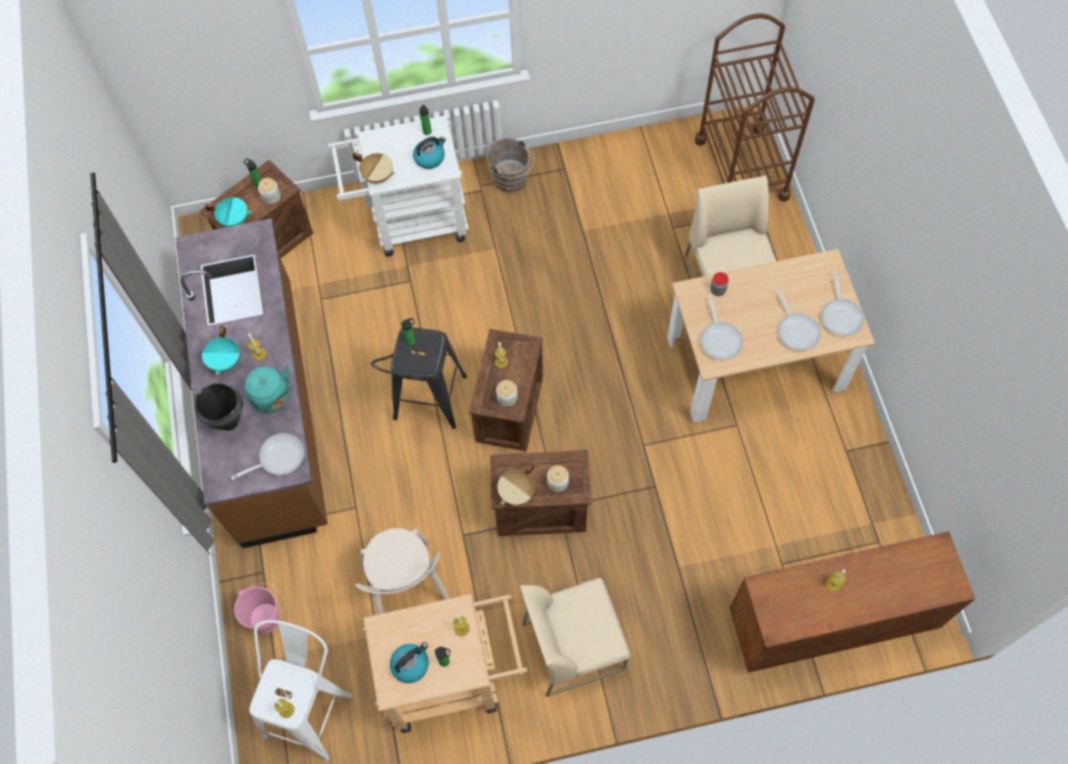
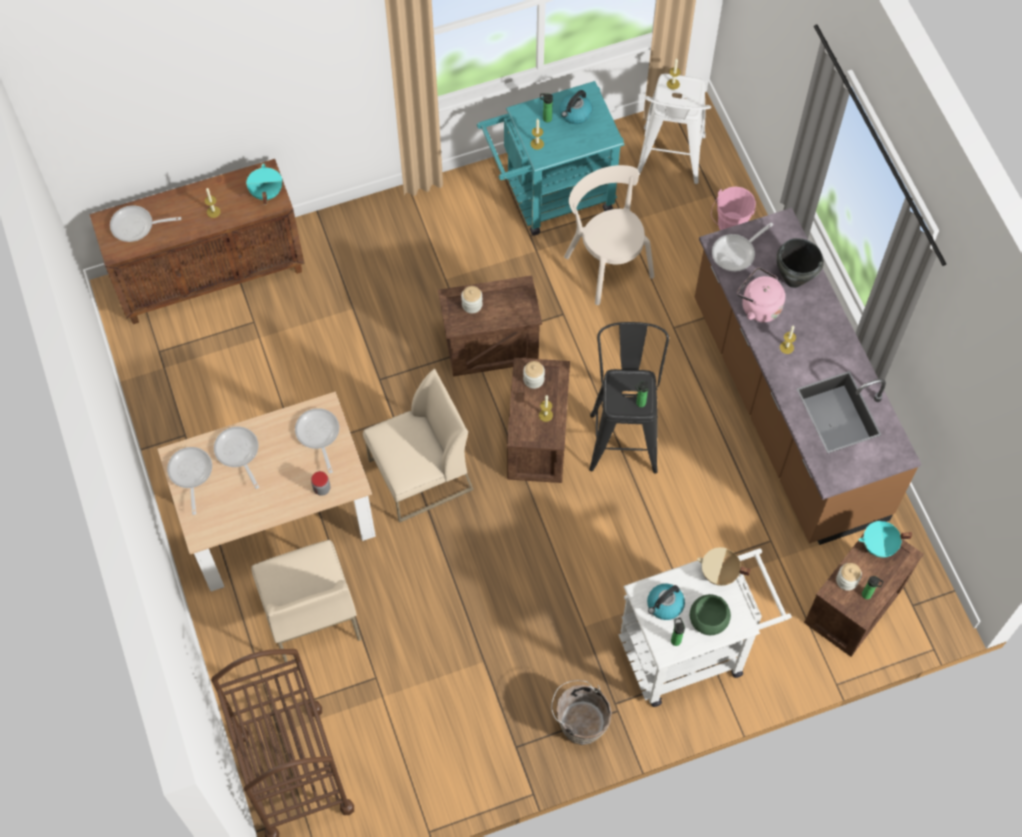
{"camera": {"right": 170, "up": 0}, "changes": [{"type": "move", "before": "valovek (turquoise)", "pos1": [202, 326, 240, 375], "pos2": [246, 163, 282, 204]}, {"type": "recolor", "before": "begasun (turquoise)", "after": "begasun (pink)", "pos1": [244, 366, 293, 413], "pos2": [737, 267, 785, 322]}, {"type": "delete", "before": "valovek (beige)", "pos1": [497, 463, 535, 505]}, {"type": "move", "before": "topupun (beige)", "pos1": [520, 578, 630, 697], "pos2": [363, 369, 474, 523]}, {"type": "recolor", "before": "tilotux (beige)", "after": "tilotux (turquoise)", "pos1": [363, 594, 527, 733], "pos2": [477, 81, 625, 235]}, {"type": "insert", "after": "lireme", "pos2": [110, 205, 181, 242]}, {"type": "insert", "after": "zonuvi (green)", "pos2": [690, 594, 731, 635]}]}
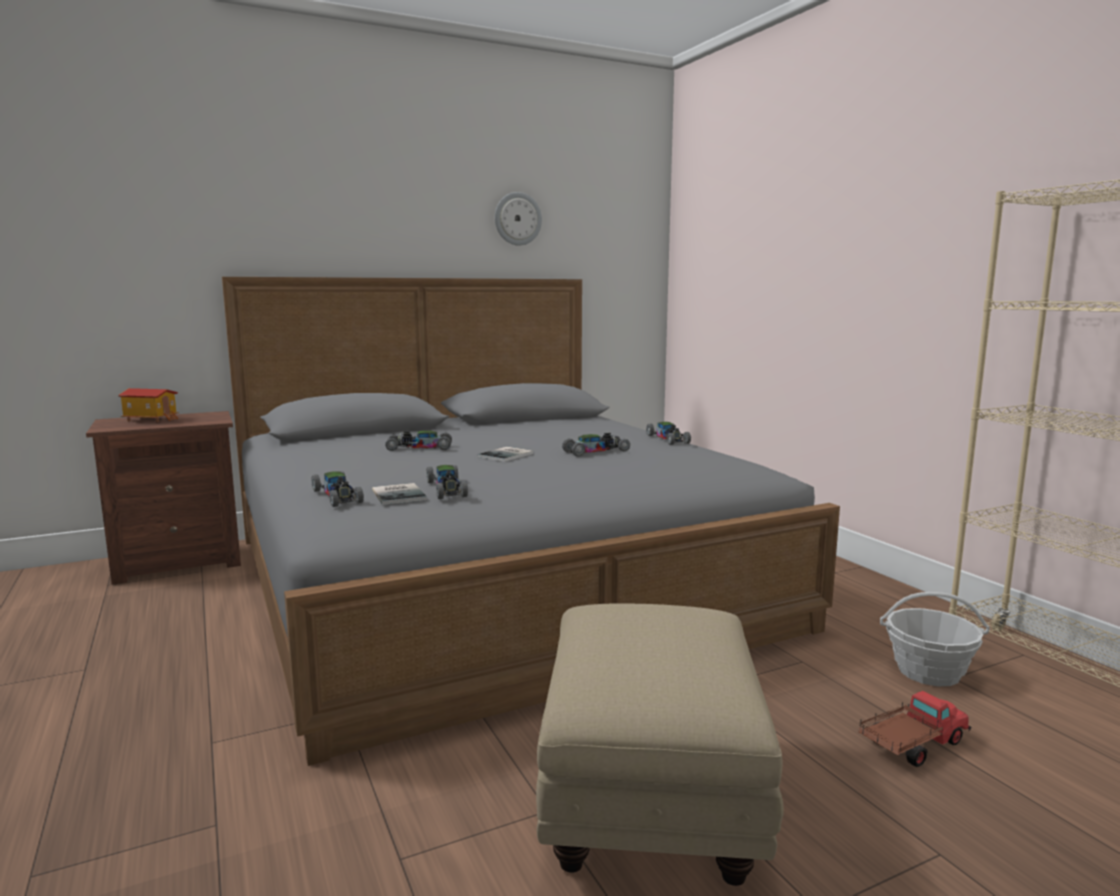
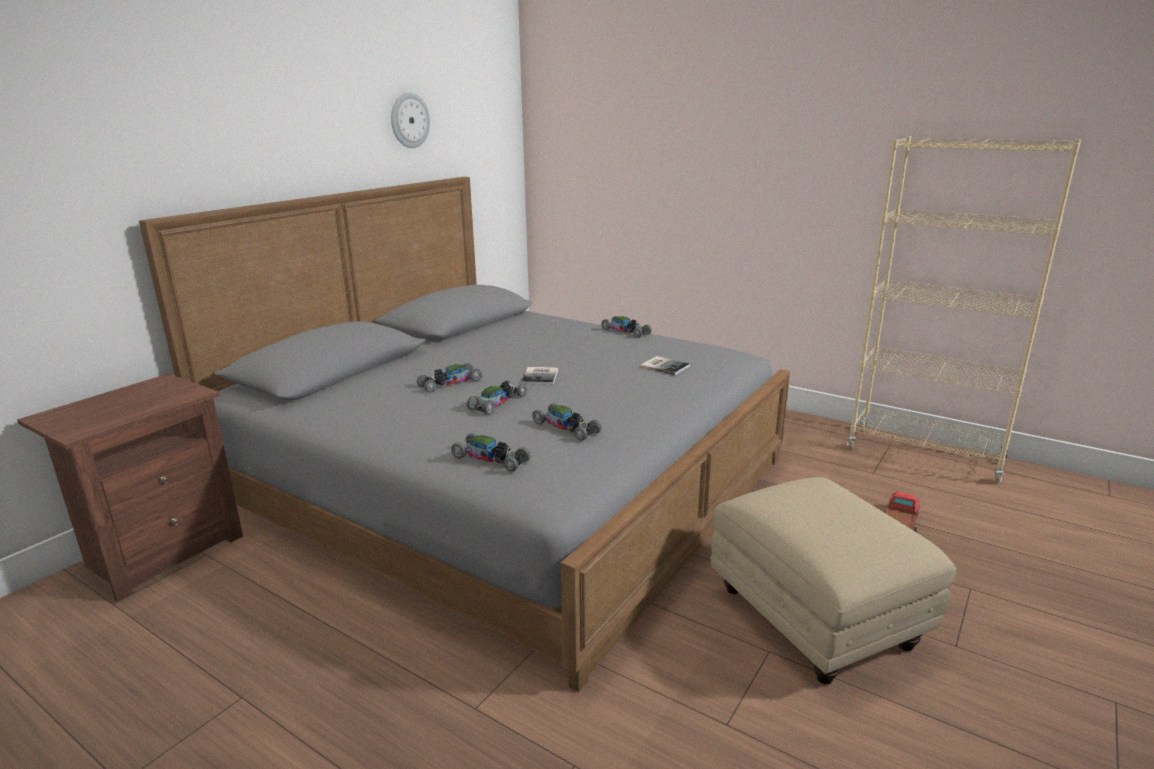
{"camera": {"right": -30, "up": 10}, "changes": [{"type": "delete", "before": "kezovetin", "pos1": [118, 388, 179, 423]}, {"type": "move", "before": "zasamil", "pos1": [562, 433, 630, 457], "pos2": [467, 380, 527, 415]}, {"type": "move", "before": "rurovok", "pos1": [372, 483, 427, 505], "pos2": [641, 356, 690, 375]}, {"type": "delete", "before": "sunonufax", "pos1": [880, 592, 990, 686]}]}
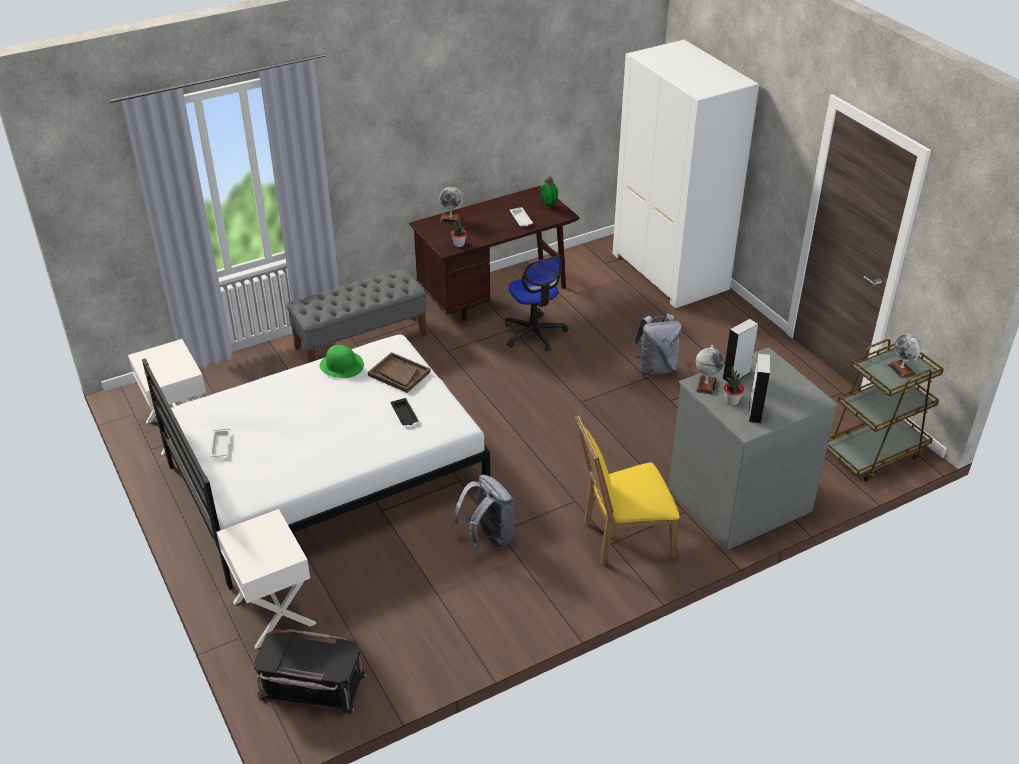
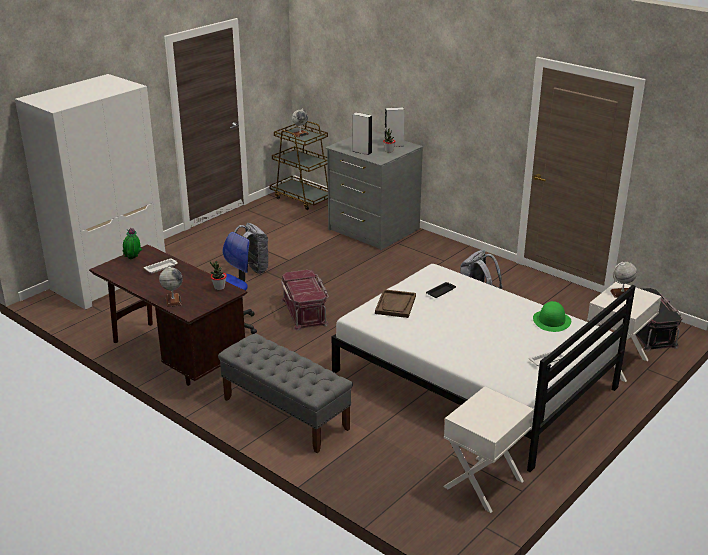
{"camera": {"right": -110, "up": -10}, "changes": [{"type": "move", "before": "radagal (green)", "pos1": [320, 345, 364, 378], "pos2": [533, 301, 571, 332]}, {"type": "move", "before": "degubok", "pos1": [696, 345, 724, 395], "pos2": [610, 262, 637, 298]}, {"type": "delete", "before": "topupun (yellow)", "pos1": [575, 415, 680, 565]}, {"type": "insert", "after": "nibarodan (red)", "pos2": [281, 270, 329, 331]}]}
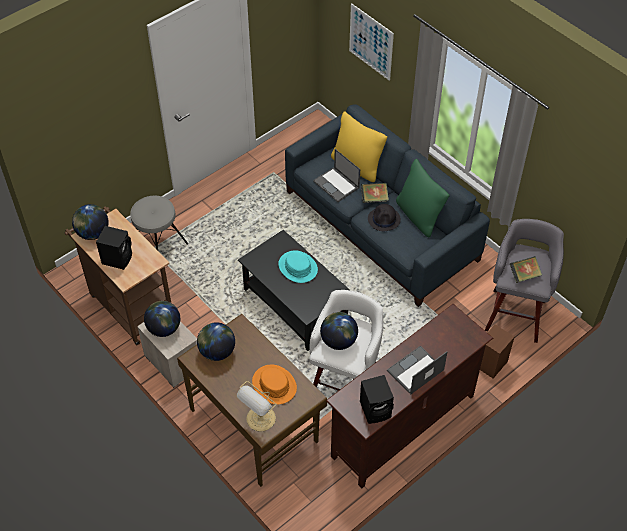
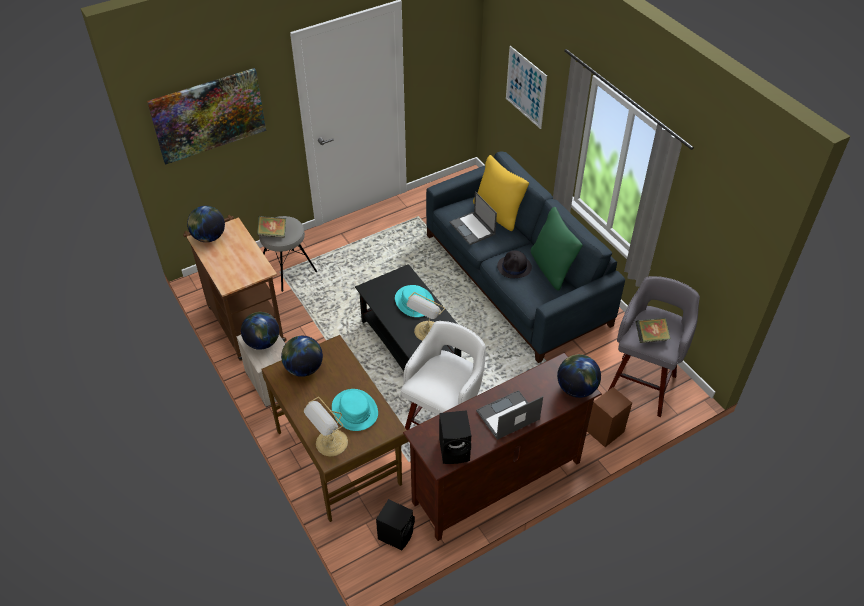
{"camera": {"right": 10, "up": -5}, "changes": [{"type": "move", "before": "rurovok", "pos1": [361, 183, 389, 203], "pos2": [257, 216, 286, 238]}, {"type": "move", "before": "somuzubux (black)", "pos1": [96, 226, 132, 270], "pos2": [376, 499, 415, 551]}, {"type": "move", "before": "degubok", "pos1": [320, 312, 358, 350], "pos2": [557, 354, 601, 398]}, {"type": "recolor", "before": "radagal (orange)", "after": "radagal (turquoise)", "pos1": [252, 365, 297, 404], "pos2": [332, 389, 378, 431]}, {"type": "insert", "after": "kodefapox", "pos2": [147, 68, 266, 165]}, {"type": "insert", "after": "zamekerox", "pos2": [407, 292, 445, 341]}]}
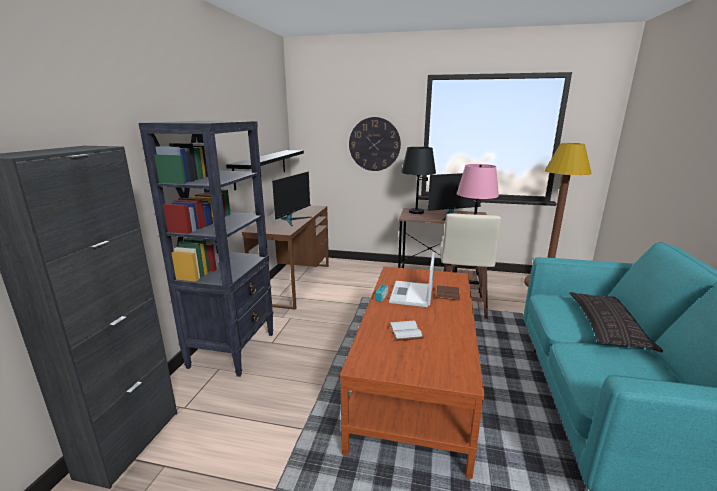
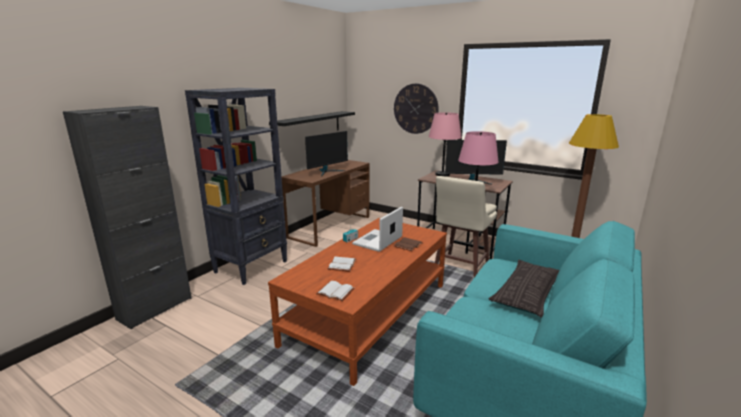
{"camera": {"right": 20, "up": 0}, "changes": [{"type": "recolor", "before": "zamekerox (black)", "after": "zamekerox (pink)", "pos1": [401, 147, 436, 214], "pos2": [429, 112, 462, 177]}, {"type": "insert", "after": "rurovok (white)", "pos2": [316, 281, 355, 301]}]}
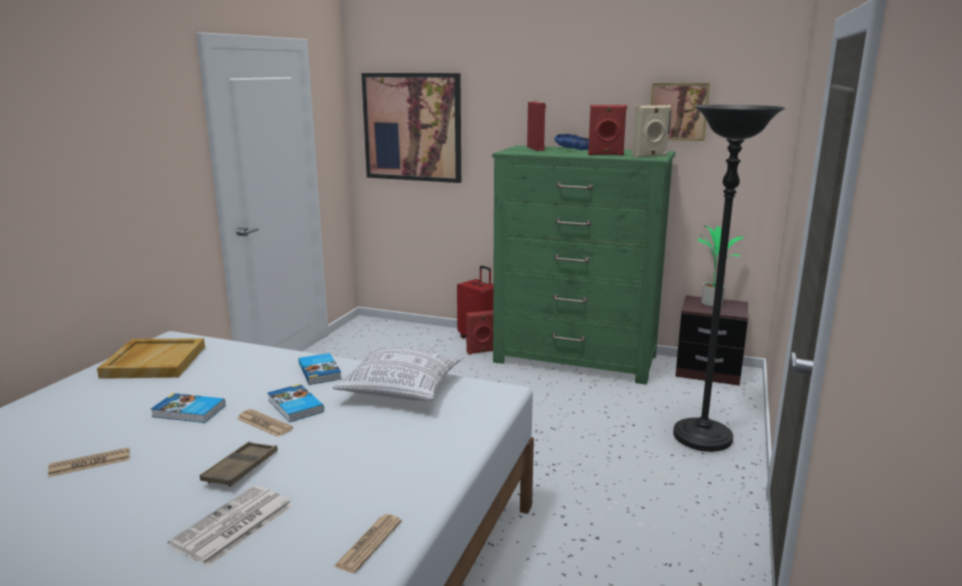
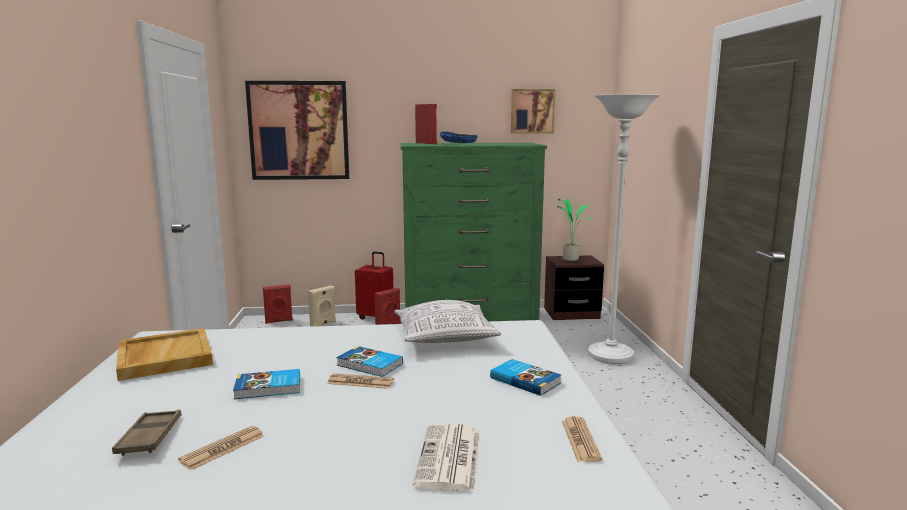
{"camera": {"right": -25, "up": -5}, "changes": [{"type": "move", "before": "somuzubux (red)", "pos1": [588, 105, 627, 155], "pos2": [263, 284, 293, 324]}, {"type": "move", "before": "somuzubux (beige)", "pos1": [632, 105, 671, 158], "pos2": [308, 286, 336, 327]}, {"type": "recolor", "before": "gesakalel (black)", "after": "gesakalel (white)", "pos1": [673, 105, 785, 452], "pos2": [588, 94, 661, 364]}, {"type": "move", "before": "rurovok", "pos1": [298, 353, 342, 385], "pos2": [490, 359, 561, 396]}, {"type": "move", "before": "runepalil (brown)", "pos1": [200, 442, 278, 487], "pos2": [112, 409, 182, 456]}]}
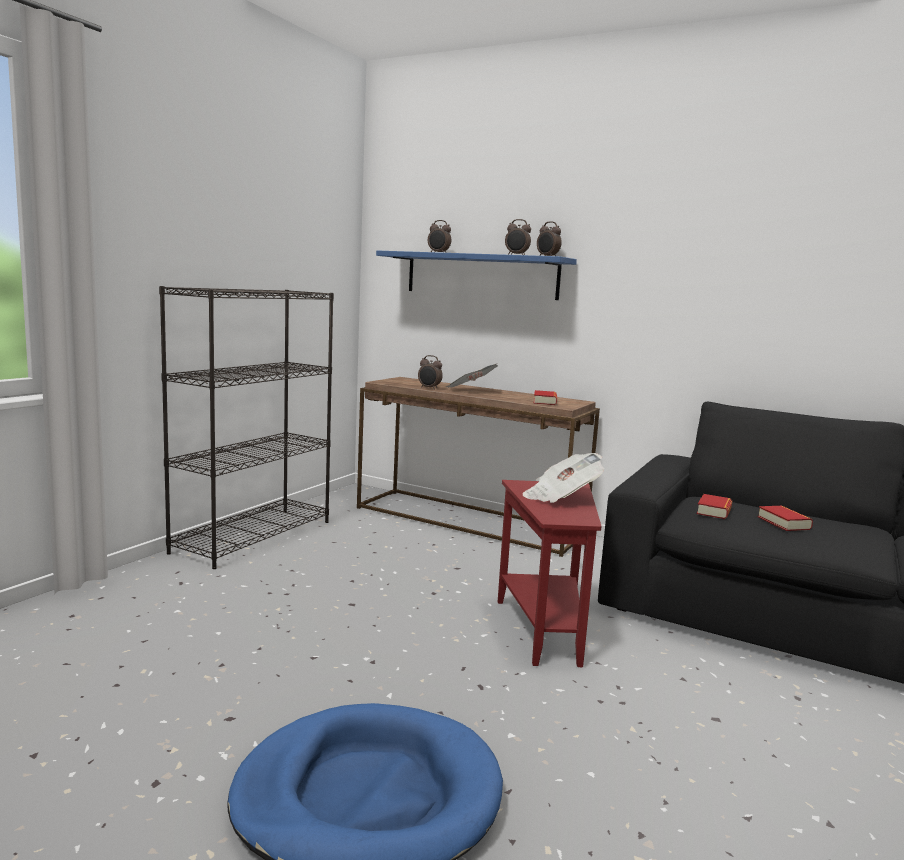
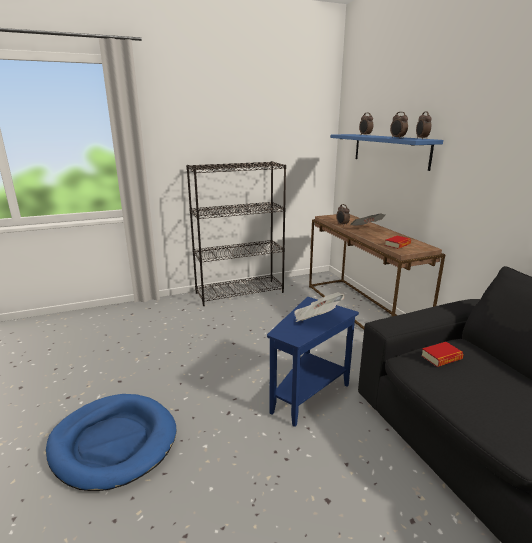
{"camera": {"right": 40, "up": 10}, "changes": [{"type": "recolor", "before": "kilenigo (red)", "after": "kilenigo (blue)", "pos1": [498, 480, 602, 667], "pos2": [267, 297, 359, 427]}, {"type": "delete", "before": "rurovok", "pos1": [758, 506, 813, 531]}]}
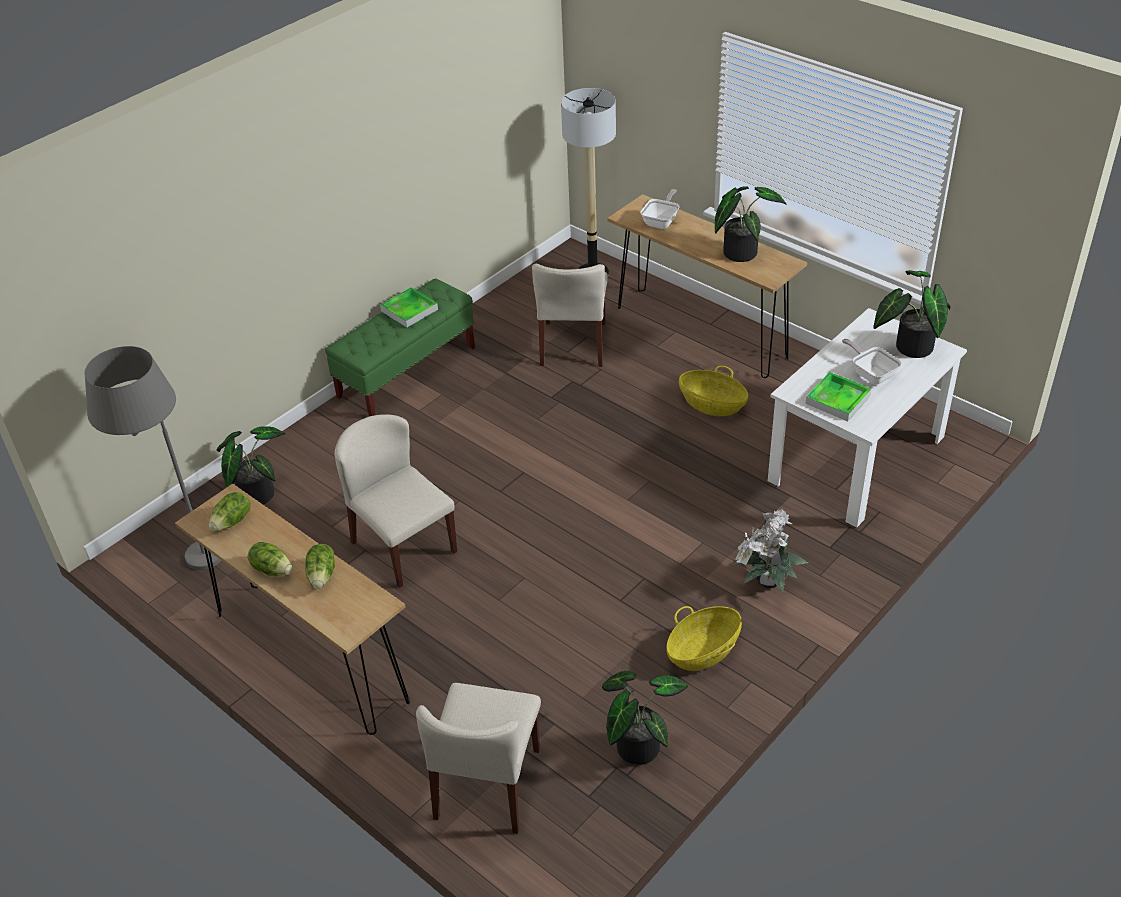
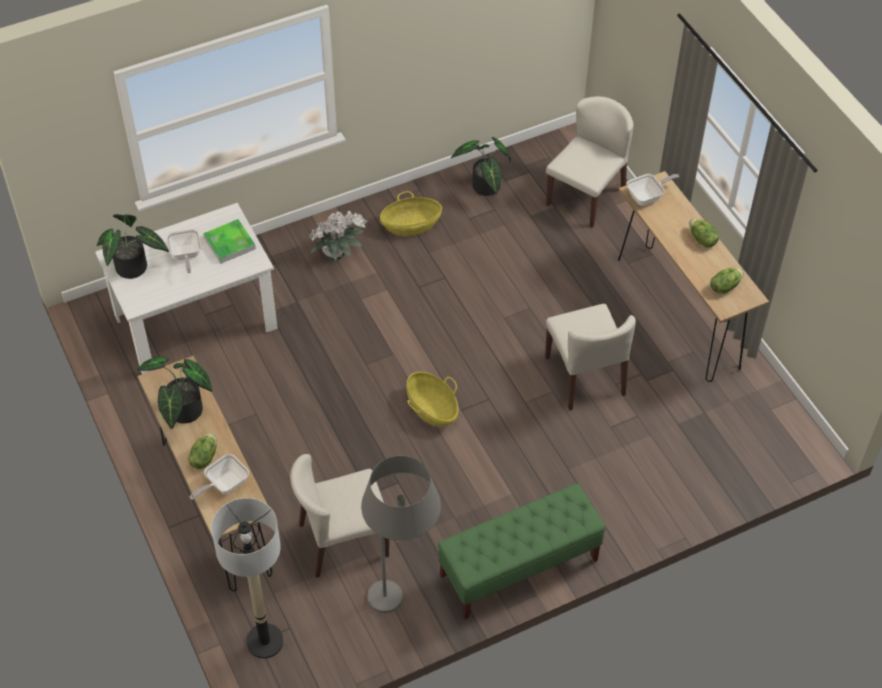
{"camera": {"right": -160, "up": 10}, "changes": [{"type": "rotate", "before": "topupun (beige)", "pos1": [532, 264, 608, 367], "pos2": [290, 454, 389, 578], "turn": -135}, {"type": "delete", "before": "runepalil", "pos1": [380, 287, 438, 328]}, {"type": "move", "before": "gesakalel (grey)", "pos1": [84, 346, 221, 570], "pos2": [361, 455, 441, 613]}, {"type": "move", "before": "sunonufax", "pos1": [679, 366, 748, 416], "pos2": [406, 372, 459, 426]}, {"type": "delete", "before": "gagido", "pos1": [217, 426, 285, 505]}, {"type": "move", "before": "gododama", "pos1": [305, 544, 335, 589], "pos2": [188, 433, 216, 469]}, {"type": "insert", "after": "lireme", "pos2": [627, 174, 679, 206]}]}
